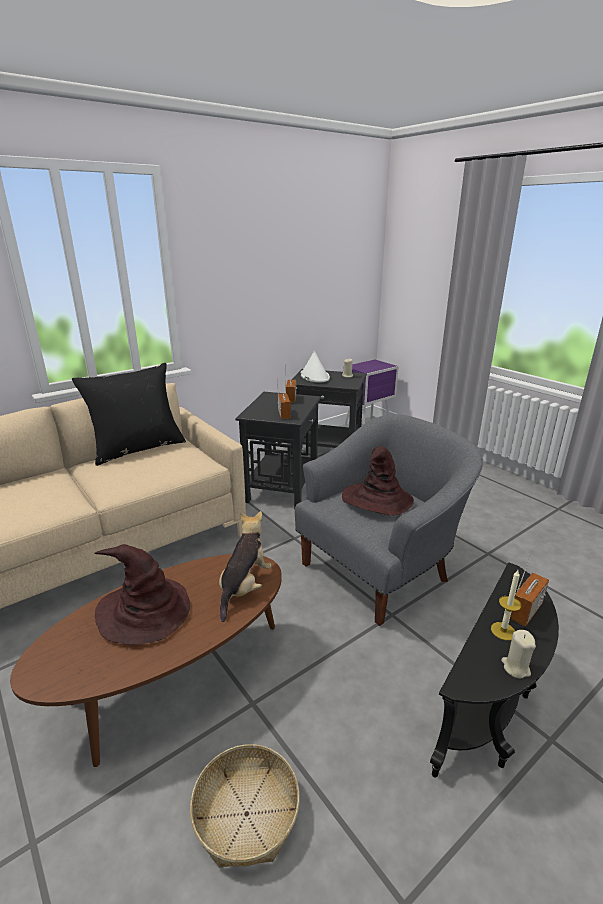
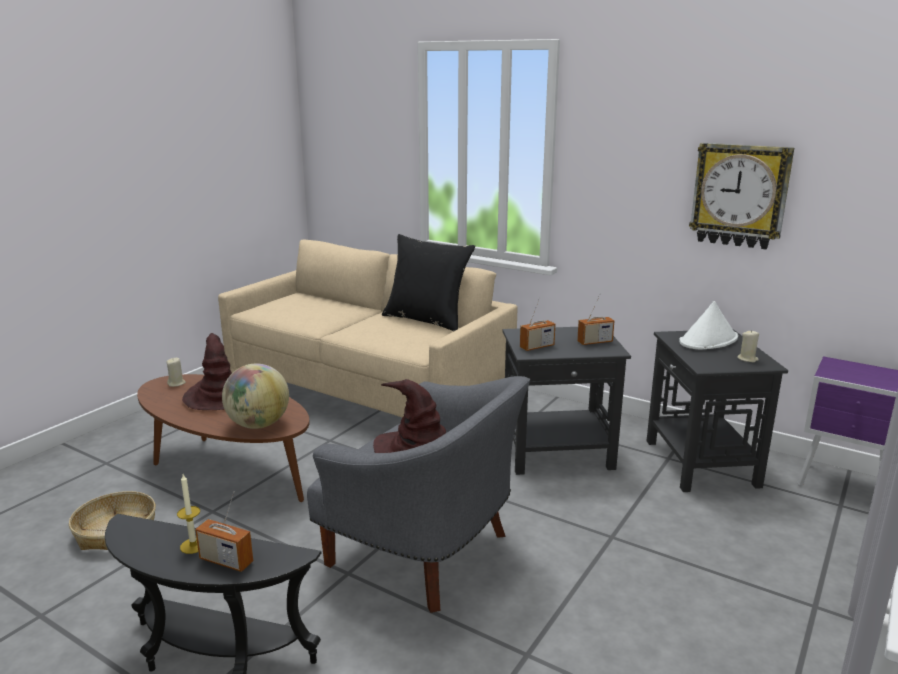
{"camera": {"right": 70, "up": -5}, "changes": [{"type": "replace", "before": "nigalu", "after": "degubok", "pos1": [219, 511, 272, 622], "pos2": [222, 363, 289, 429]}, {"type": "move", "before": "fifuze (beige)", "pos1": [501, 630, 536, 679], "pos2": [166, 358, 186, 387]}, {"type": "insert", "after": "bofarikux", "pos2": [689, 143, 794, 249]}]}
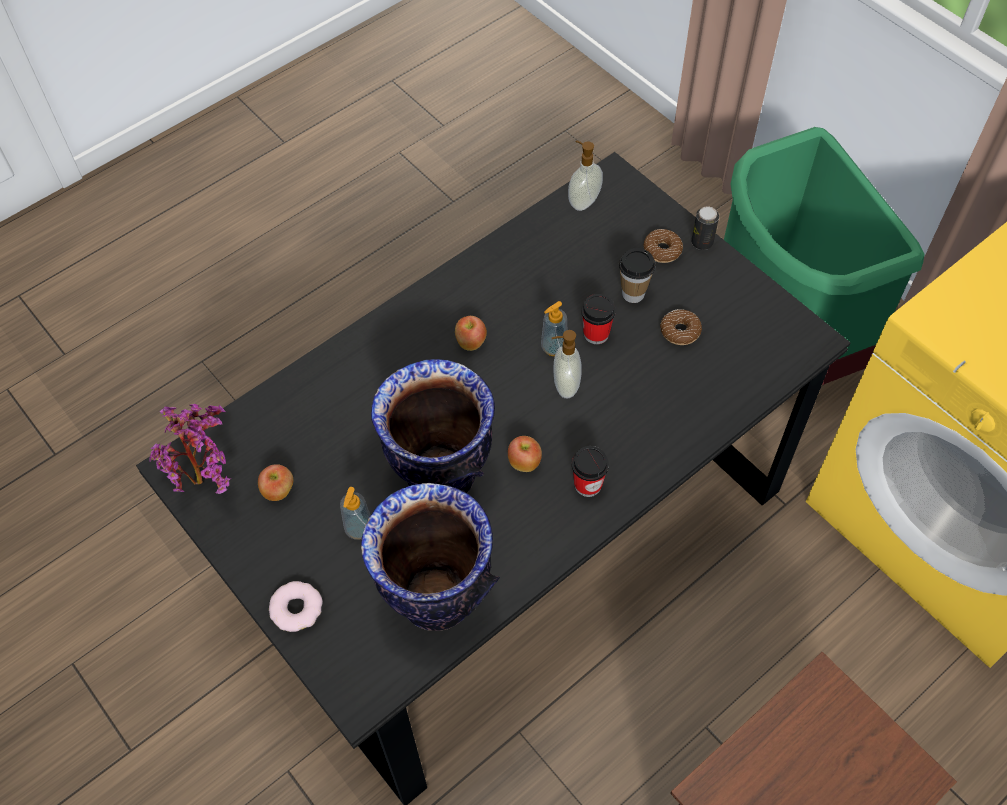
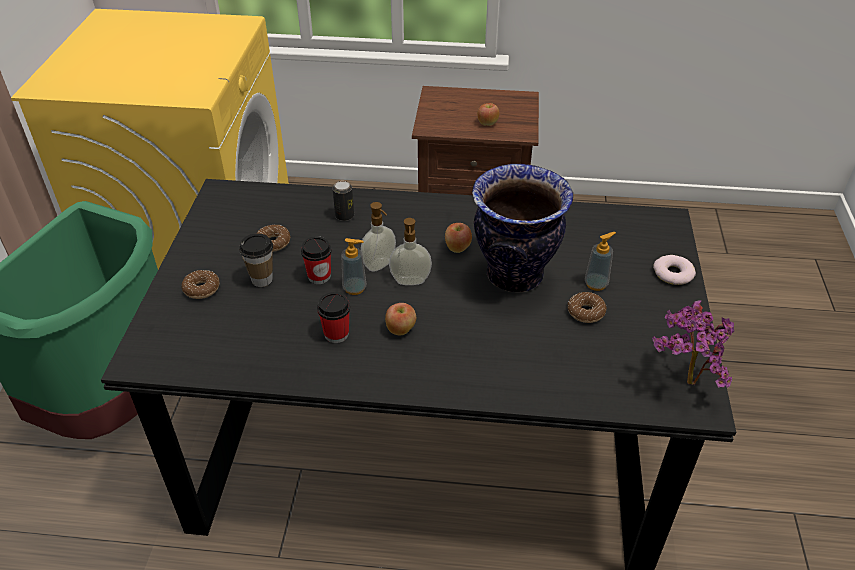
{"camera": {"right": -135, "up": -15}, "changes": [{"type": "move", "before": "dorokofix", "pos1": [568, 140, 603, 211], "pos2": [389, 218, 432, 285]}, {"type": "move", "before": "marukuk", "pos1": [691, 206, 719, 250], "pos2": [332, 181, 354, 221]}, {"type": "move", "before": "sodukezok", "pos1": [572, 446, 609, 497], "pos2": [317, 292, 350, 343]}, {"type": "move", "before": "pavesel", "pos1": [258, 464, 293, 501], "pos2": [477, 103, 499, 126]}, {"type": "delete", "before": "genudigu", "pos1": [361, 483, 500, 631]}, {"type": "insert", "after": "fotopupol", "pos2": [568, 292, 607, 323]}]}
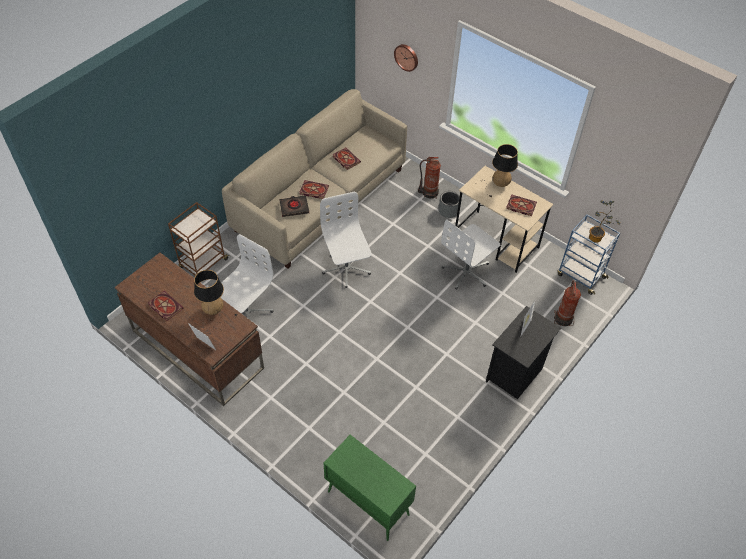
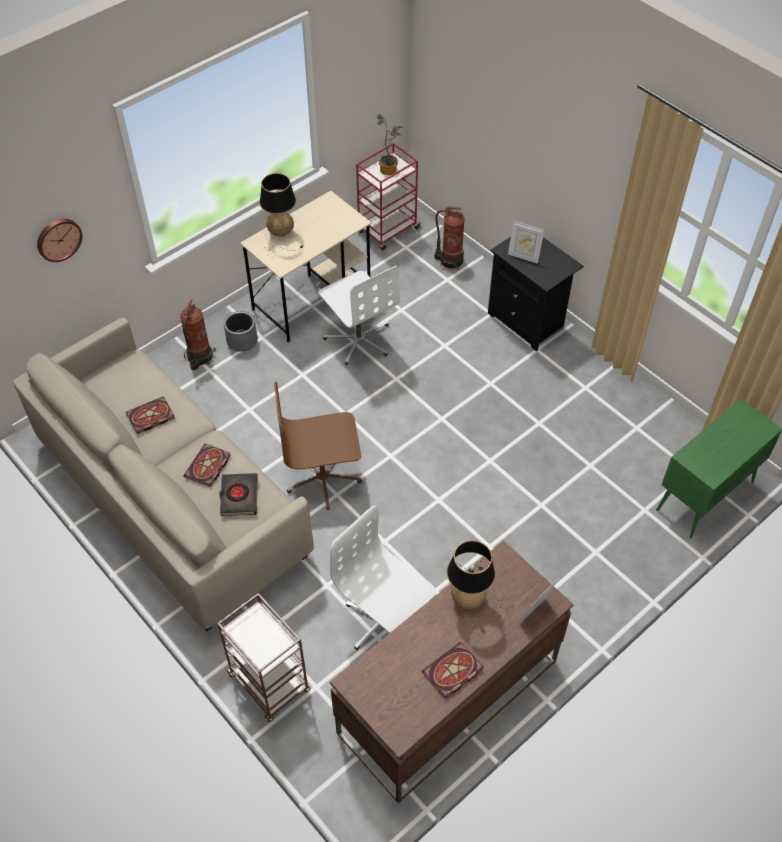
{"camera": {"right": -80, "up": 0}, "changes": [{"type": "recolor", "before": "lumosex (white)", "after": "lumosex (brown)", "pos1": [320, 192, 371, 288], "pos2": [274, 382, 362, 510]}, {"type": "delete", "before": "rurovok", "pos1": [506, 195, 537, 216]}, {"type": "recolor", "before": "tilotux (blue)", "after": "tilotux (red)", "pos1": [557, 215, 620, 295], "pos2": [356, 143, 422, 251]}]}
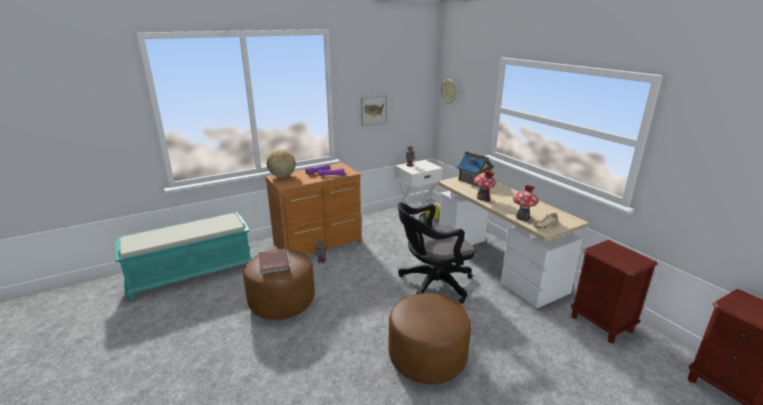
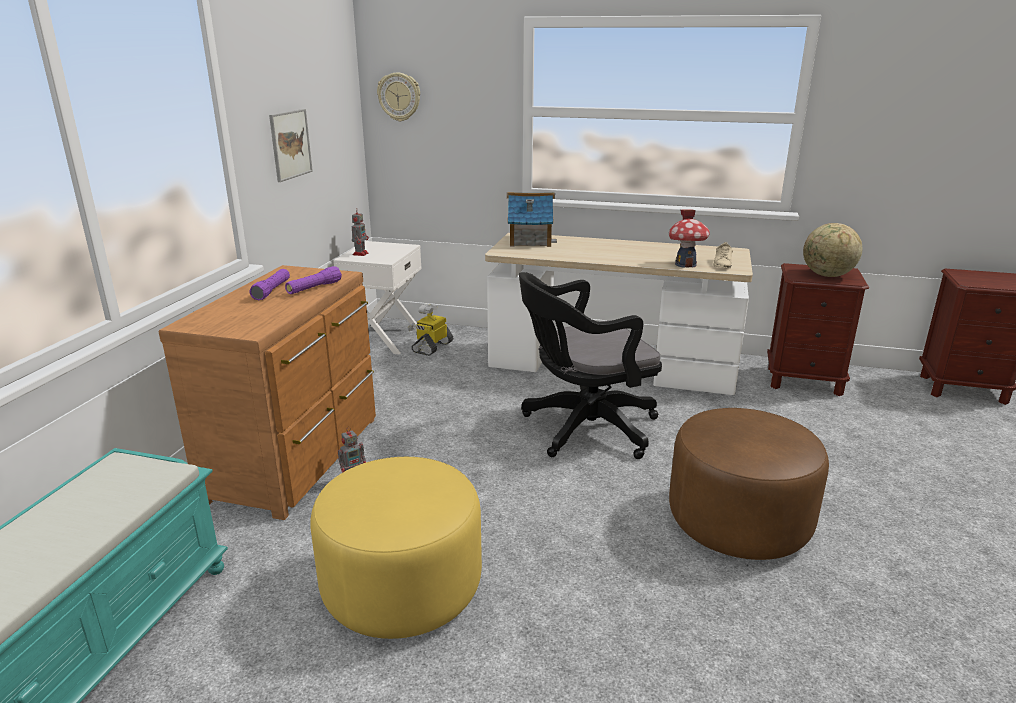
{"camera": {"right": -45, "up": 0}, "changes": [{"type": "move", "before": "degubok", "pos1": [267, 149, 296, 177], "pos2": [803, 223, 863, 277]}, {"type": "delete", "before": "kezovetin", "pos1": [473, 170, 496, 202]}, {"type": "rotate", "before": "lumosex (black)", "pos1": [398, 203, 475, 304], "pos2": [519, 272, 662, 459], "turn": 45}, {"type": "recolor", "before": "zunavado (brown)", "after": "zunavado (yellow)", "pos1": [243, 249, 315, 320], "pos2": [310, 457, 482, 639]}, {"type": "delete", "before": "rurovok (red)", "pos1": [259, 249, 289, 275]}]}
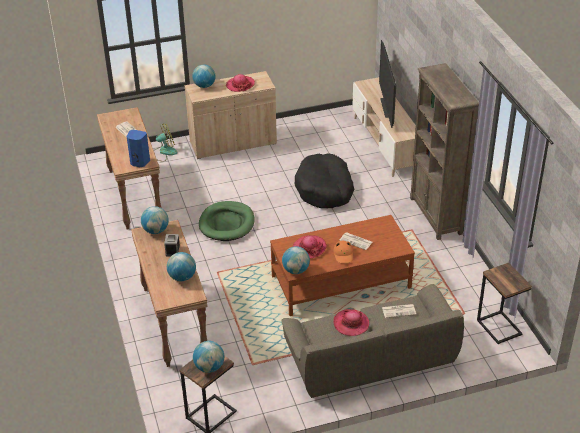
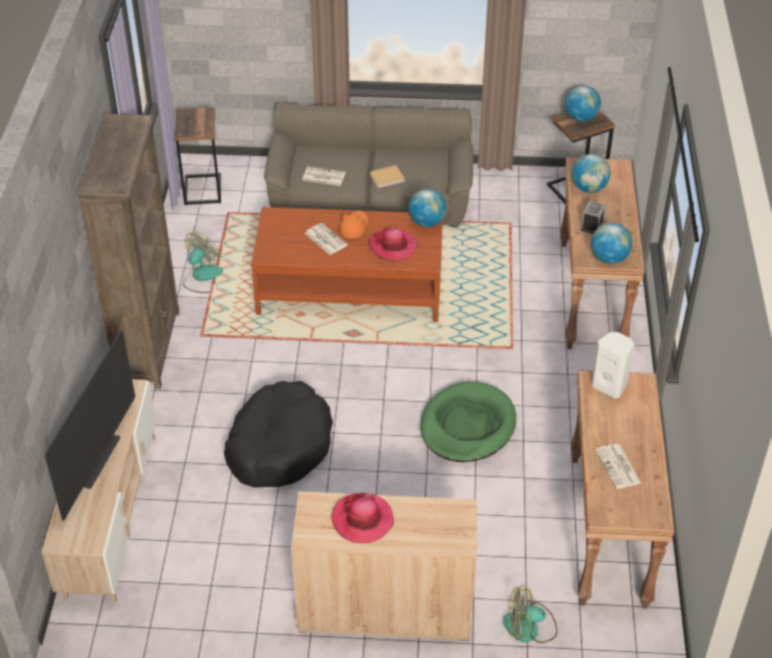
{"camera": {"right": -160, "up": 5}, "changes": [{"type": "delete", "before": "degubok", "pos1": [192, 65, 216, 88]}, {"type": "recolor", "before": "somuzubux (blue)", "after": "somuzubux (white)", "pos1": [127, 130, 150, 167], "pos2": [591, 332, 634, 398]}, {"type": "replace", "before": "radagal", "after": "rurovok (beige)", "pos1": [333, 309, 369, 336], "pos2": [369, 165, 405, 188]}, {"type": "insert", "after": "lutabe", "pos2": [183, 232, 223, 293]}]}
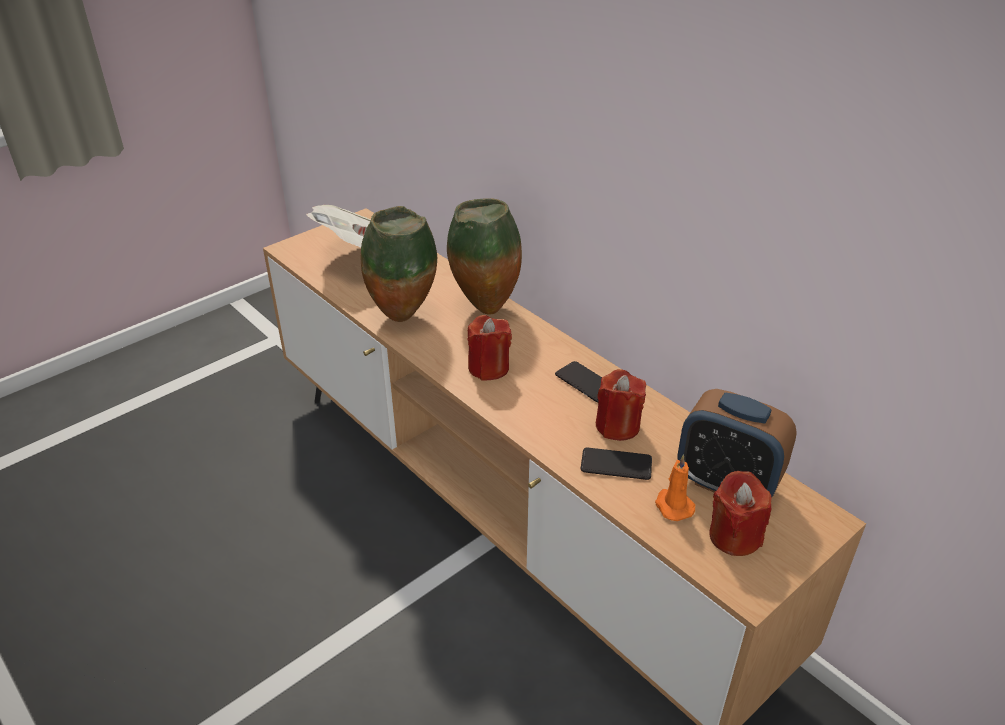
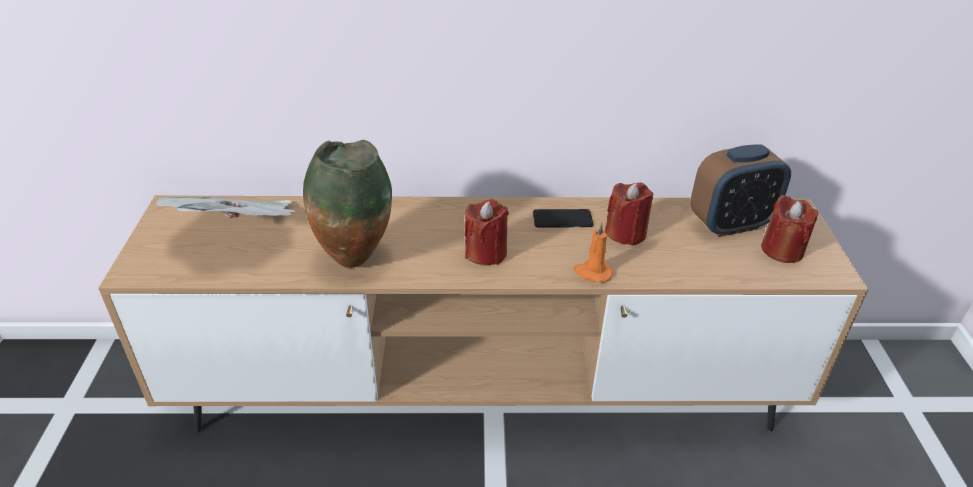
{"camera": {"right": -50, "up": 0}, "changes": [{"type": "delete", "before": "genudigu", "pos1": [447, 198, 522, 315]}, {"type": "delete", "before": "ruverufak", "pos1": [581, 447, 652, 480]}, {"type": "move", "before": "fifuze (orange)", "pos1": [655, 454, 695, 521], "pos2": [574, 222, 613, 283]}]}
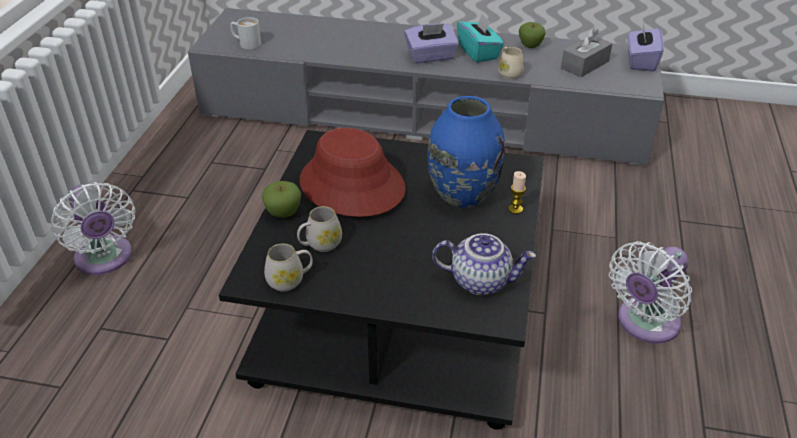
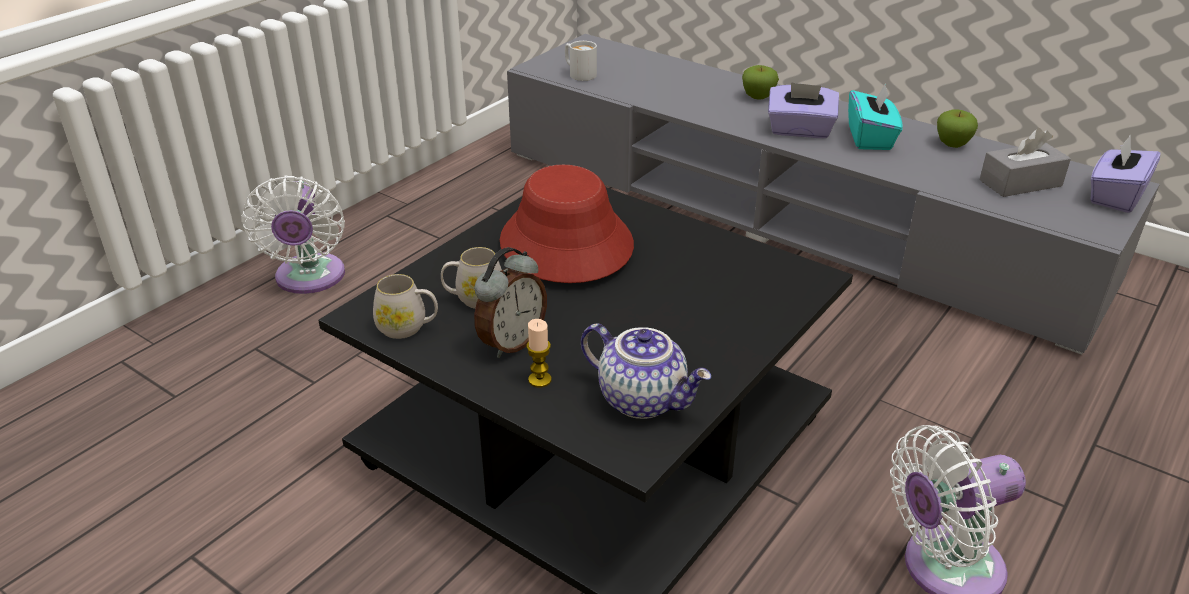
{"camera": {"right": 25, "up": -5}, "changes": [{"type": "delete", "before": "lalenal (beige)", "pos1": [498, 47, 524, 79]}, {"type": "delete", "before": "genudigu (blue)", "pos1": [428, 96, 505, 208]}, {"type": "move", "before": "fifuze", "pos1": [508, 171, 526, 214], "pos2": [526, 319, 552, 387]}, {"type": "move", "before": "pavesel", "pos1": [262, 181, 302, 218], "pos2": [742, 65, 779, 100]}, {"type": "insert", "after": "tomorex", "pos2": [474, 247, 547, 358]}]}
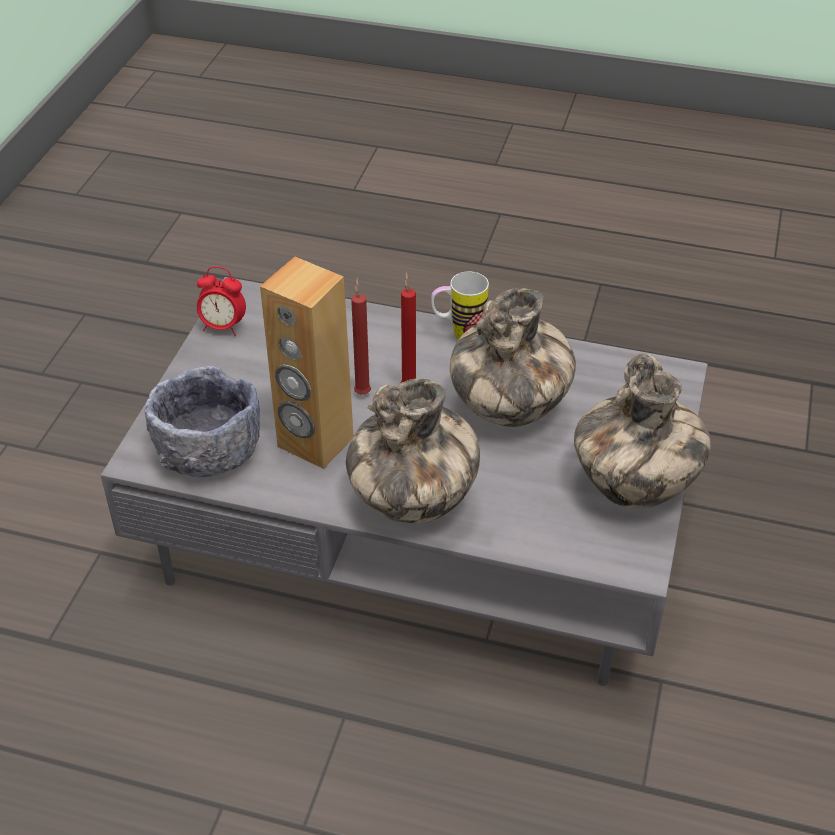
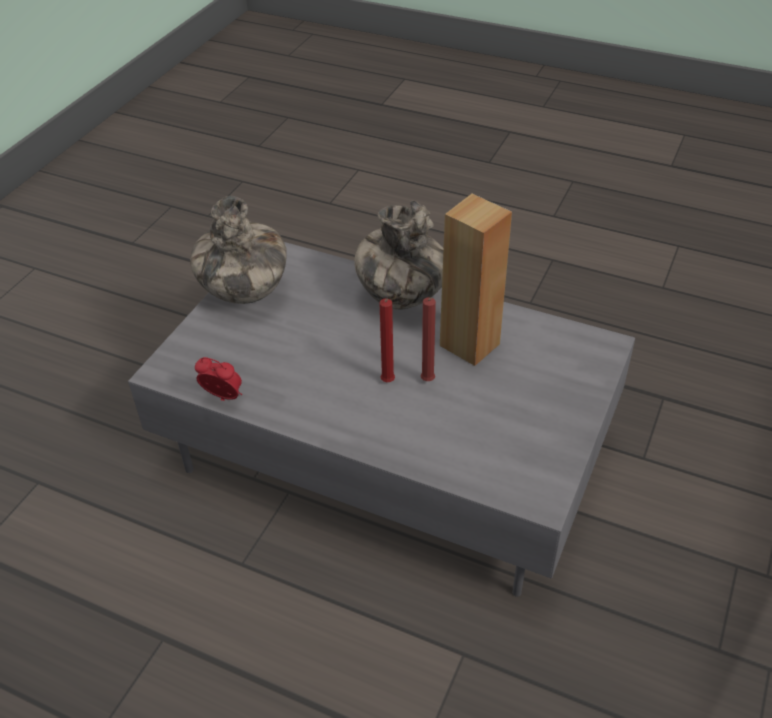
{"camera": {"right": -170, "up": 0}, "changes": [{"type": "move", "before": "tomorex", "pos1": [197, 267, 246, 336], "pos2": [195, 357, 242, 401]}, {"type": "delete", "before": "lalenal", "pos1": [431, 272, 489, 340]}, {"type": "delete", "before": "genudigu", "pos1": [450, 288, 576, 427]}, {"type": "delete", "before": "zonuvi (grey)", "pos1": [145, 366, 260, 477]}]}
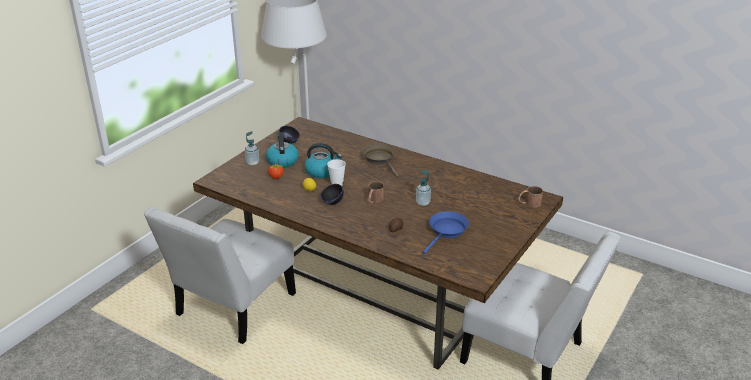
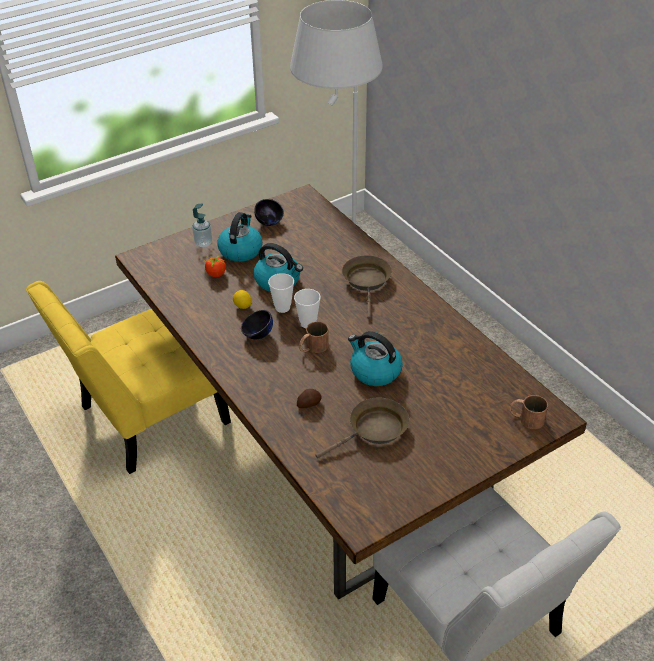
{"camera": {"right": 25, "up": 10}, "changes": [{"type": "replace", "before": "dorokofix", "after": "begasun", "pos1": [416, 170, 431, 206], "pos2": [348, 331, 403, 386]}, {"type": "recolor", "before": "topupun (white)", "after": "topupun (yellow)", "pos1": [144, 207, 296, 344], "pos2": [26, 281, 231, 474]}, {"type": "recolor", "before": "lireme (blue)", "after": "lireme (brown)", "pos1": [423, 211, 469, 254], "pos2": [315, 397, 409, 459]}, {"type": "insert", "after": "sodukezok", "pos2": [294, 289, 321, 328]}]}
